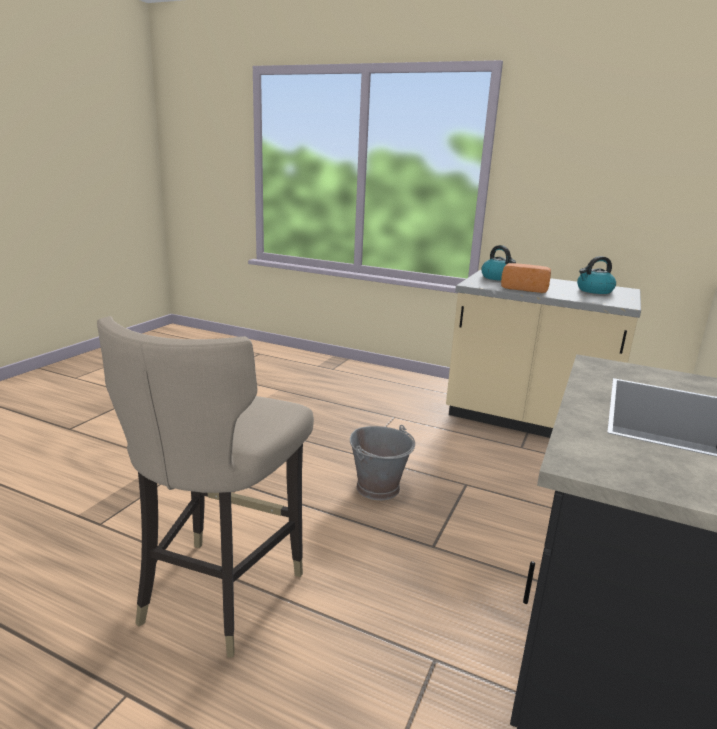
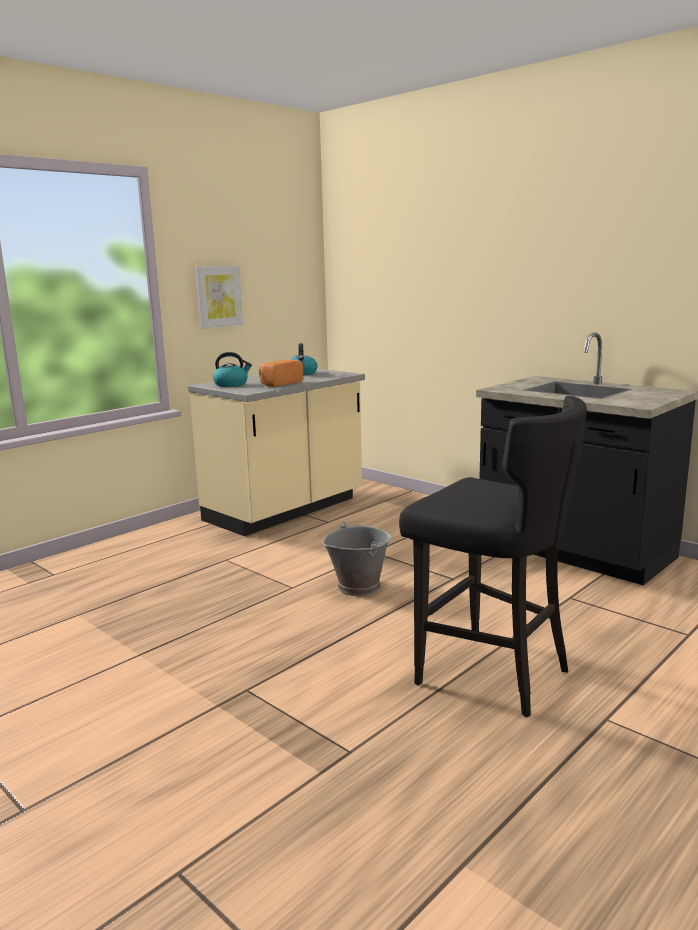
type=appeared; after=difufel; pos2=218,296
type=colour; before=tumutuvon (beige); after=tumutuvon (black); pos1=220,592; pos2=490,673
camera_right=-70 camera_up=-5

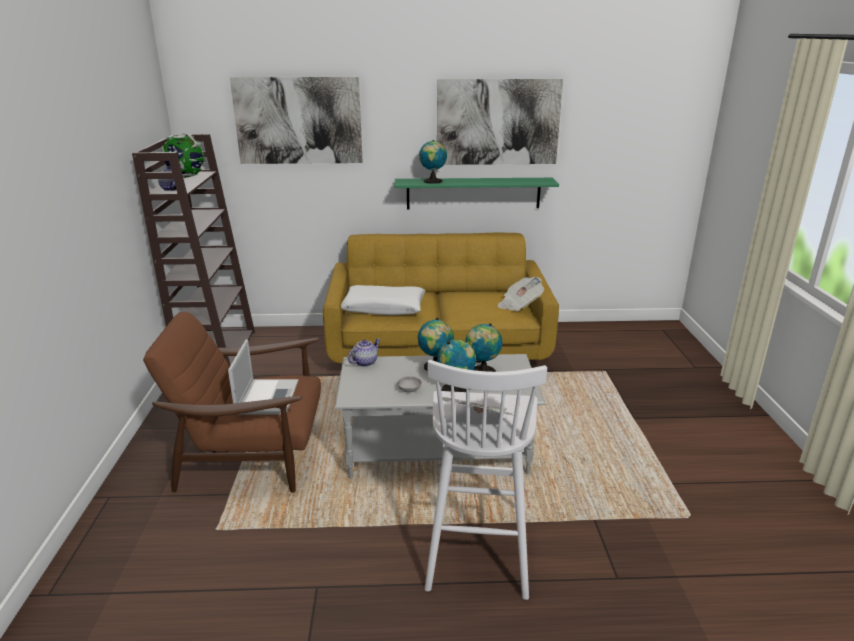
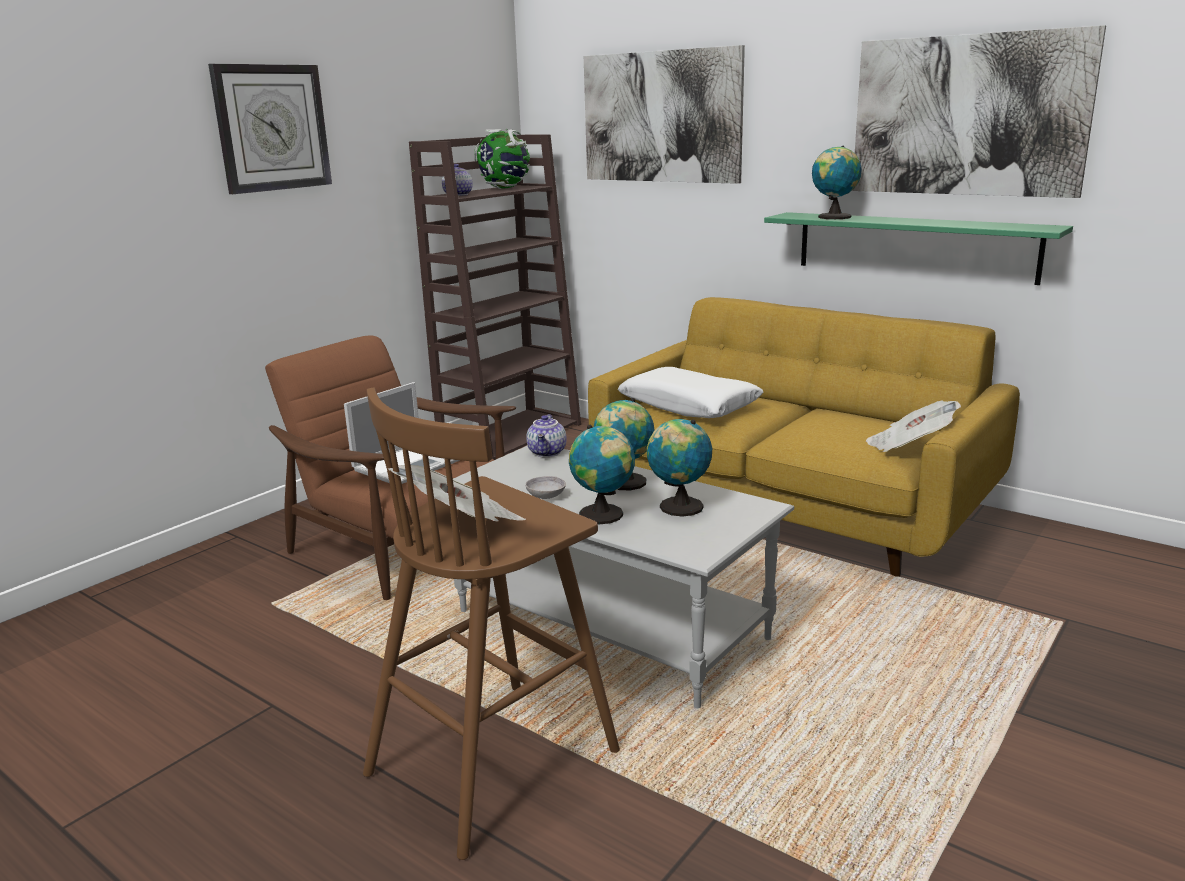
type=appeared; after=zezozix; pos2=272,128
type=colour; before=tumutuvon (white); after=tumutuvon (brown); pos1=478,546; pos2=497,760
type=spun; before=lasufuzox; pos1=364,362; pos2=548,453; turn=105
camera_right=40 camera_up=-5

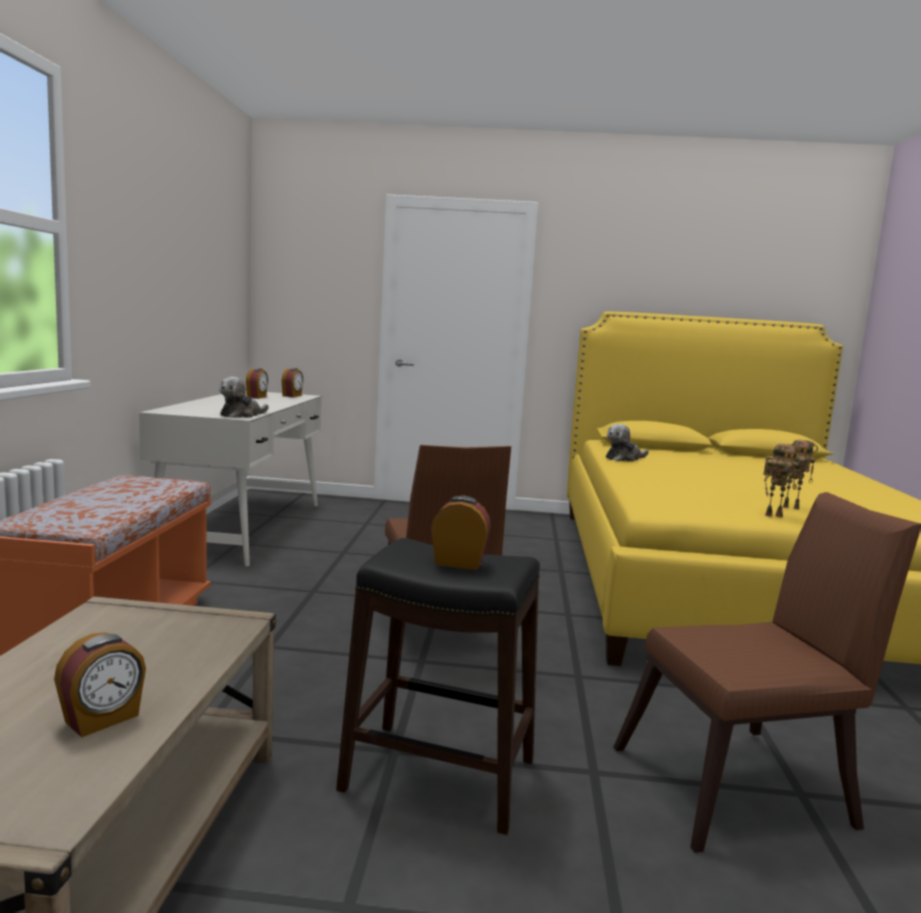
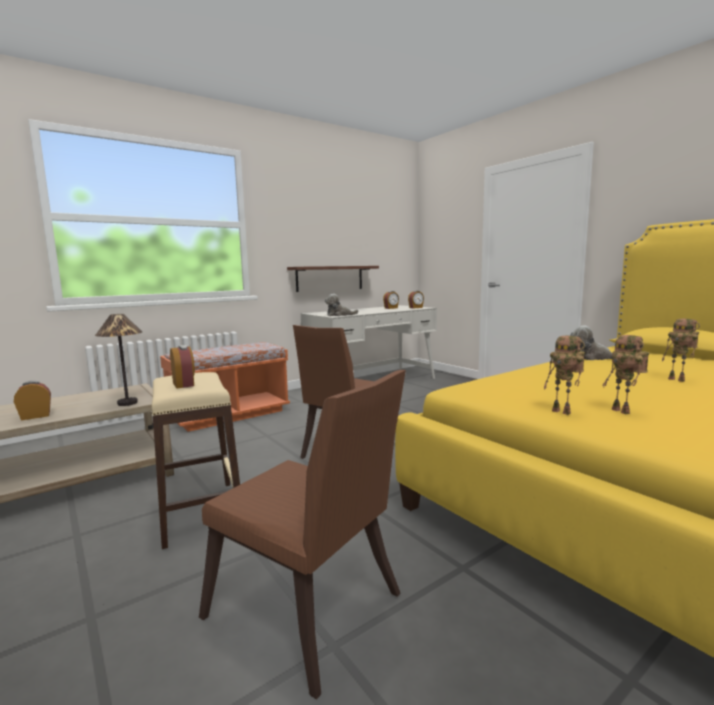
type=spun; before=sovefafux; pos1=103,719; pos2=35,416; turn=150
type=appeared; after=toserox; pos2=127,403
type=colour; before=tumutuvon (black); after=tumutuvon (beige); pos1=439,776; pos2=199,512
type=appeared; after=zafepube; pos2=330,278
type=appeared; after=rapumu; pos2=678,380
camera_right=50 camera_up=0

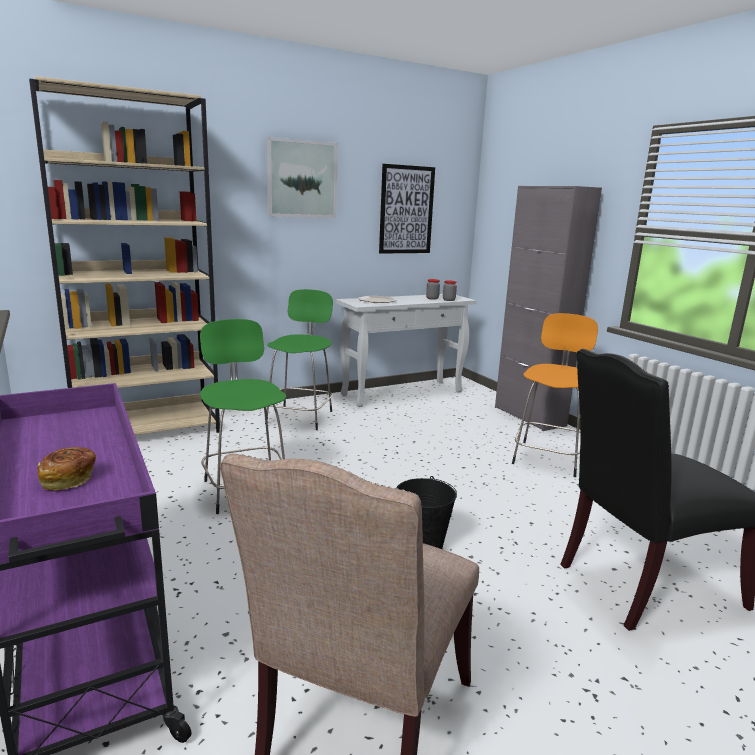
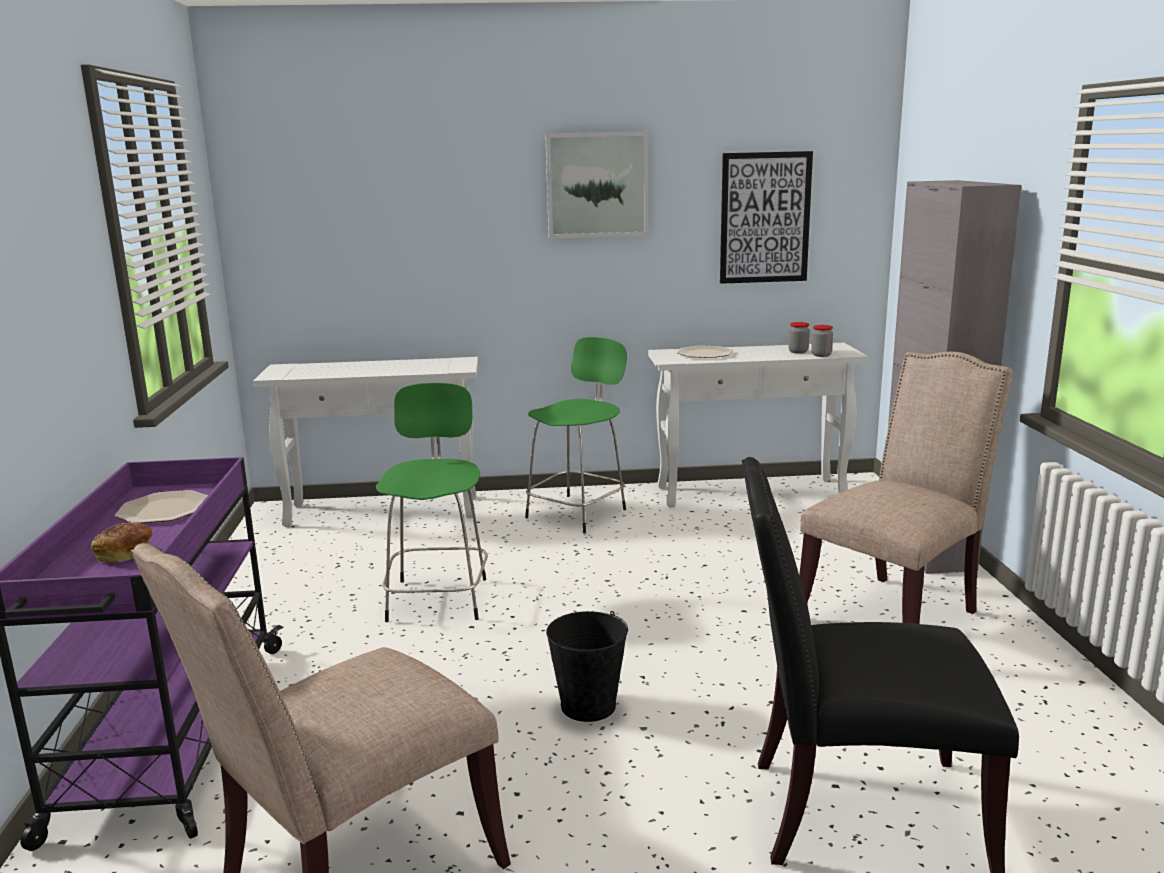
type=appeared; after=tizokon; pos2=165,509
type=exchanged; before=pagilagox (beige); after=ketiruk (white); pos1=147,430; pos2=384,511
type=exchanged; before=tumutuvon (orange); after=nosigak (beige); pos1=548,457; pos2=893,615
camera_right=25 camera_up=0

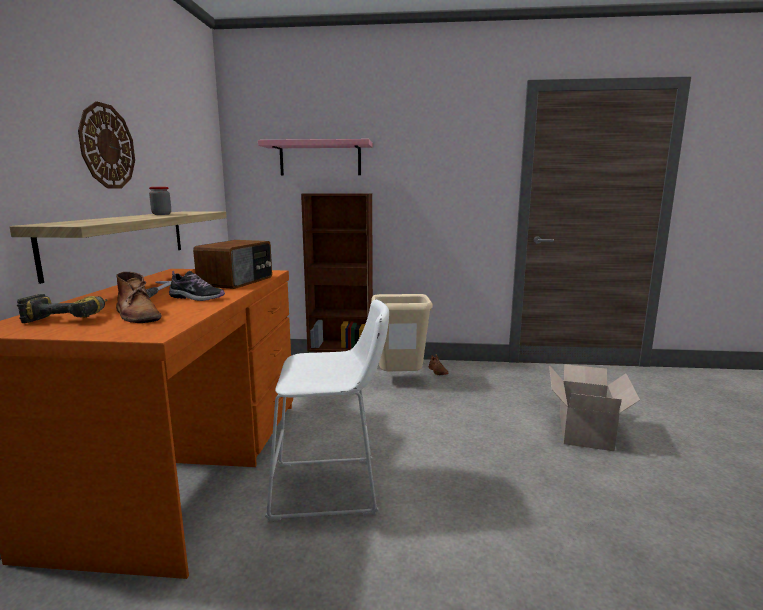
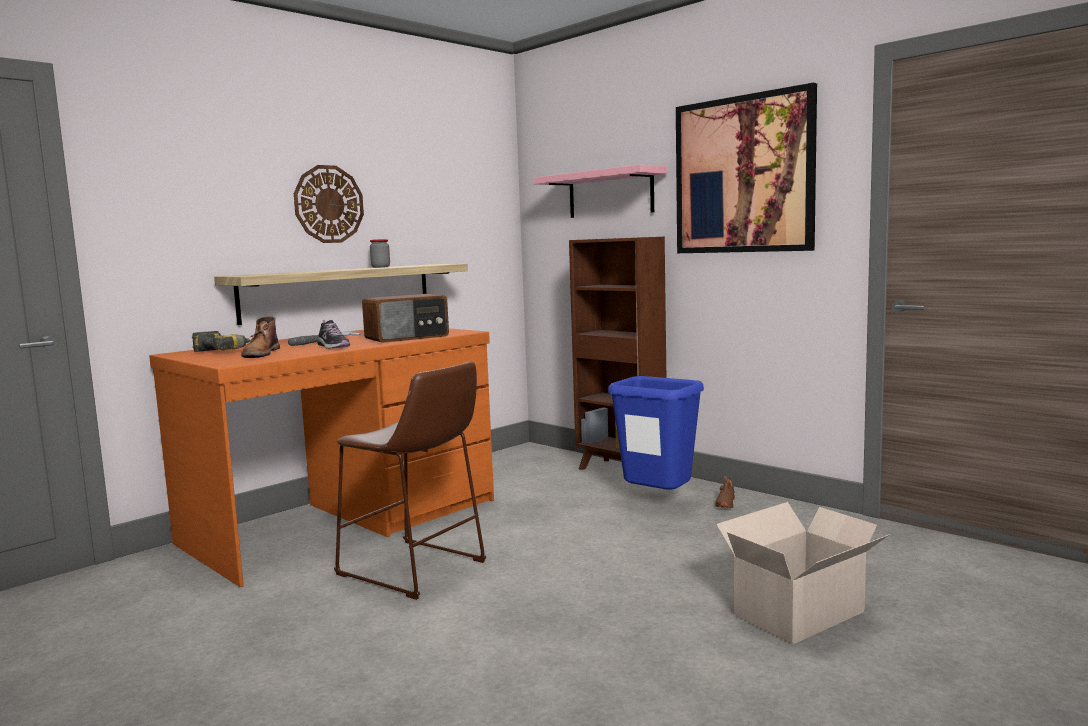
type=colour; before=tumutuvon (white); after=tumutuvon (brown); pos1=331,488; pos2=416,570
type=colour; before=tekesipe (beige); after=tekesipe (blue); pos1=399,380; pos2=656,501
type=appeared; after=difufel; pos2=743,175
camera_right=40 camera_up=-5

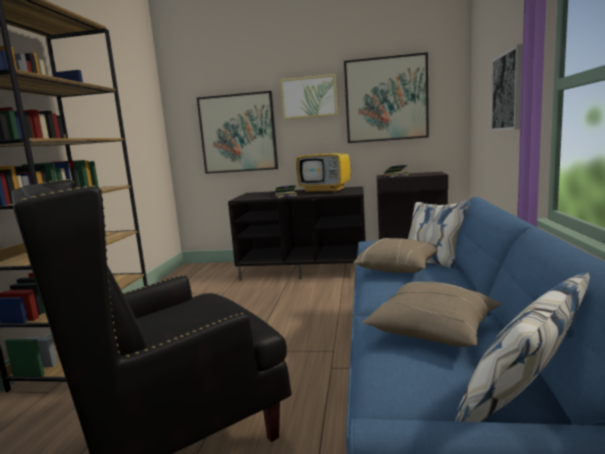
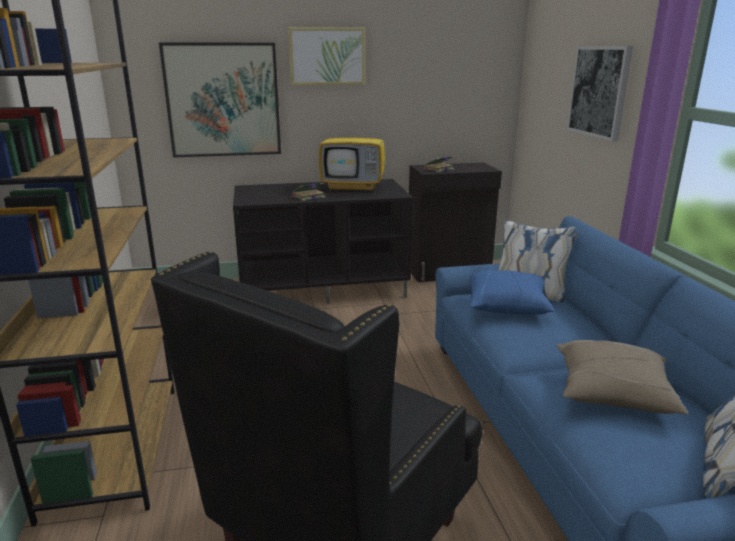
type=colour; before=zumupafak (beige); after=zumupafak (blue); pos1=398,268; pos2=507,306
type=missing; before=difufel; pos1=386,99
camera_right=-20 camera_up=10

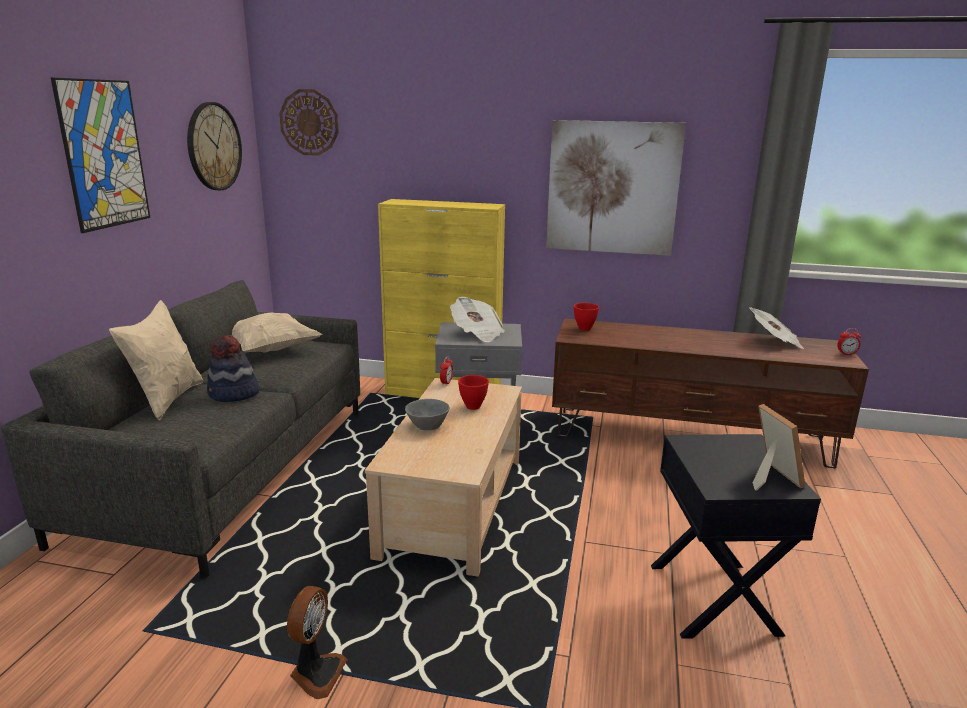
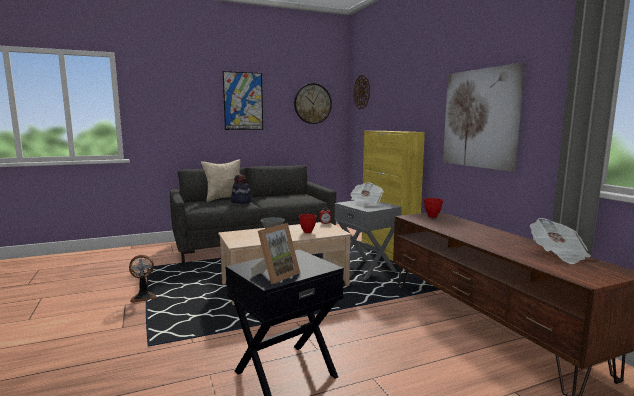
type=missing; before=zumupafak (beige); pos1=270,349
type=missing; before=sovefafux; pos1=846,354
camera_right=55 camera_up=-10

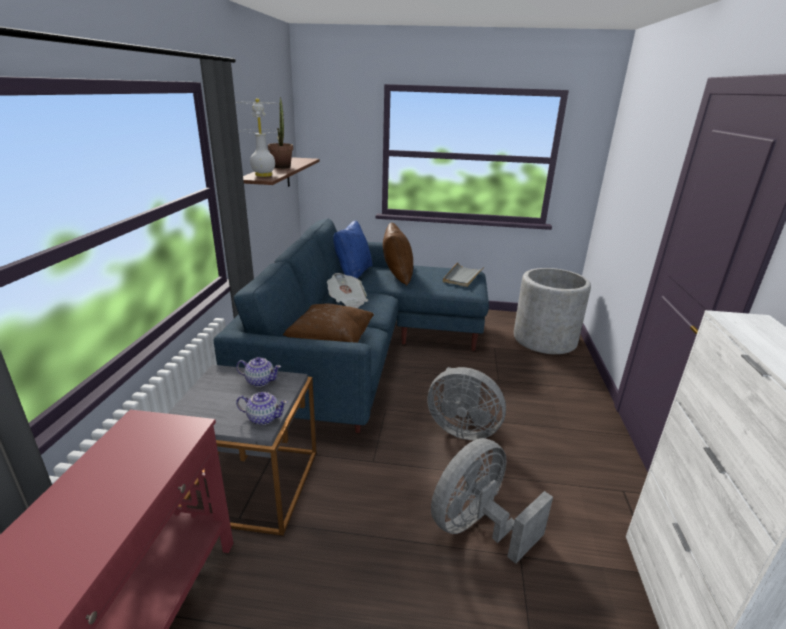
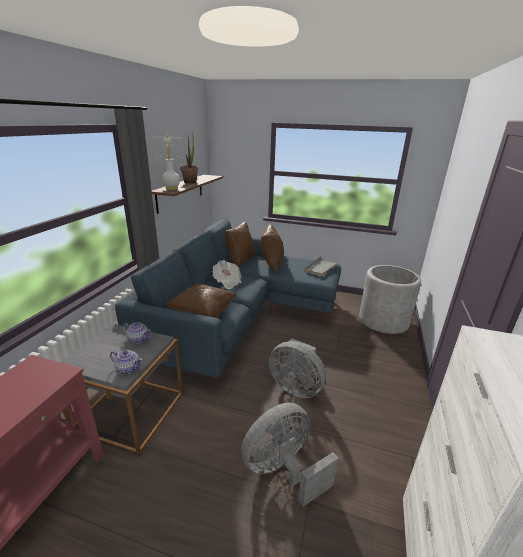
type=colour; before=zumupafak (blue); after=zumupafak (brown); pos1=353,273; pos2=240,260
camera_right=10 camera_up=0

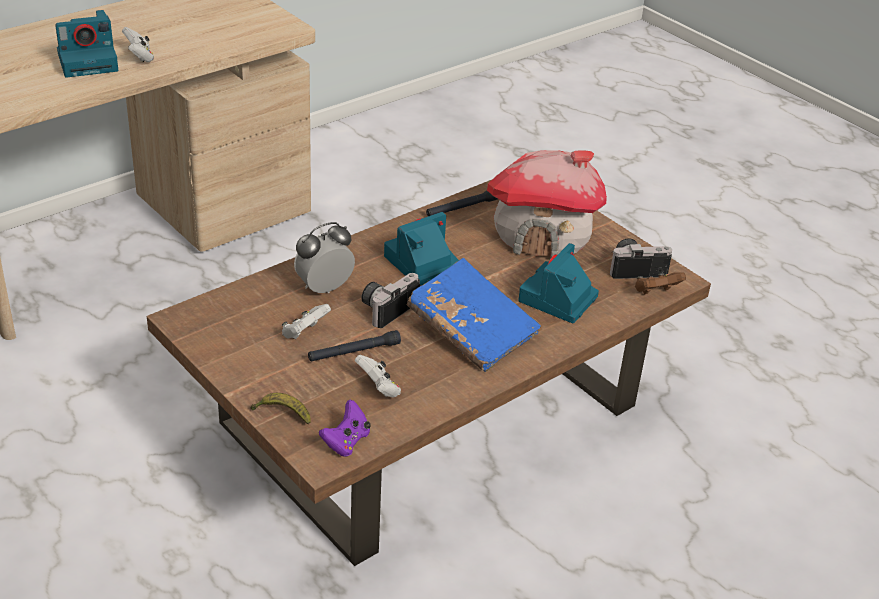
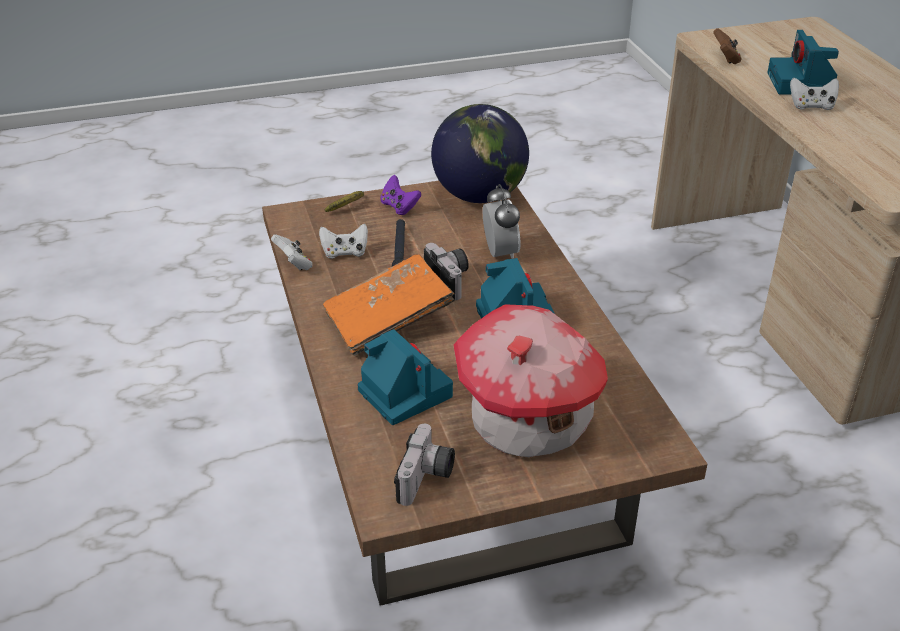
type=relocated; before=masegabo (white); pos1=304,333; pos2=294,264
type=colour; before=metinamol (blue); after=metinamol (orange); pos1=472,330; pos2=388,320
type=relocated; before=masegabo (purple); pos1=346,442; pos2=399,207
type=appeared; after=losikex; pos2=479,196
type=relocated; before=masegabo (brown); pos1=655,293; pos2=725,59
type=missing; before=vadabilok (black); pos1=461,208
camera_right=115 camera_up=0

